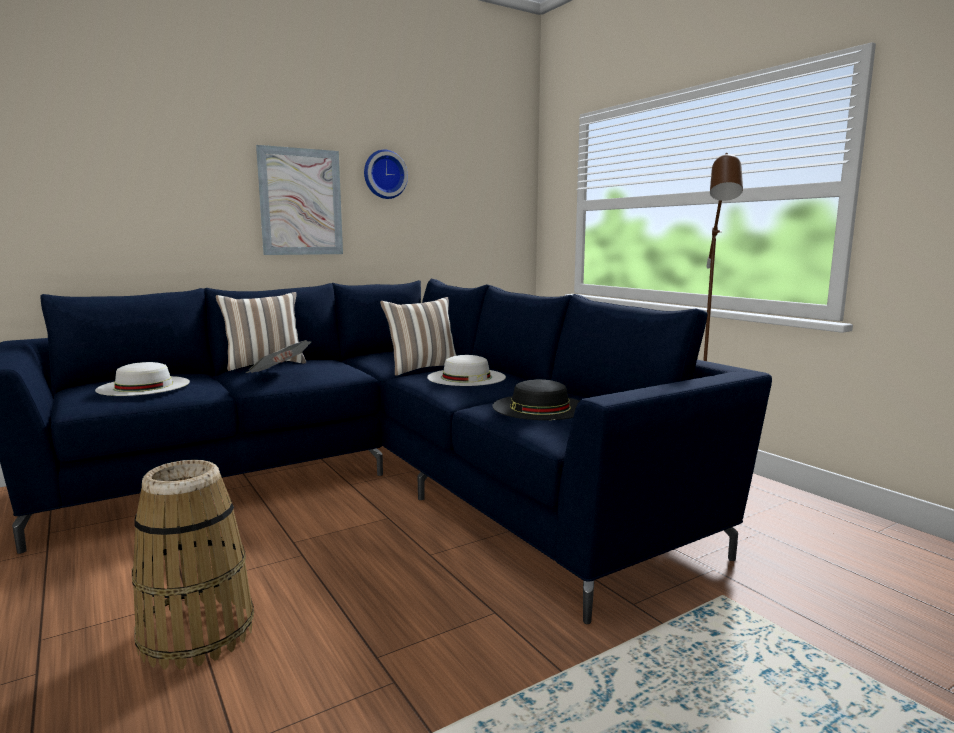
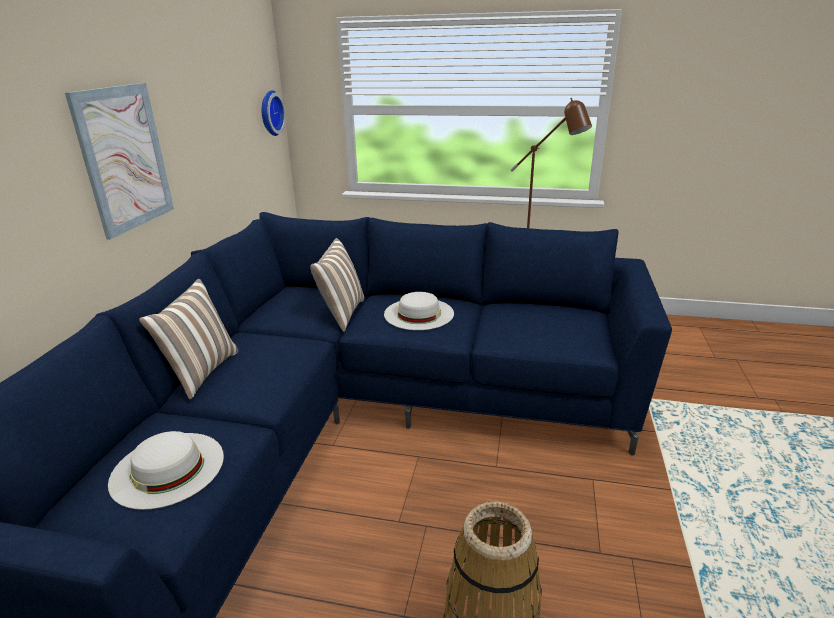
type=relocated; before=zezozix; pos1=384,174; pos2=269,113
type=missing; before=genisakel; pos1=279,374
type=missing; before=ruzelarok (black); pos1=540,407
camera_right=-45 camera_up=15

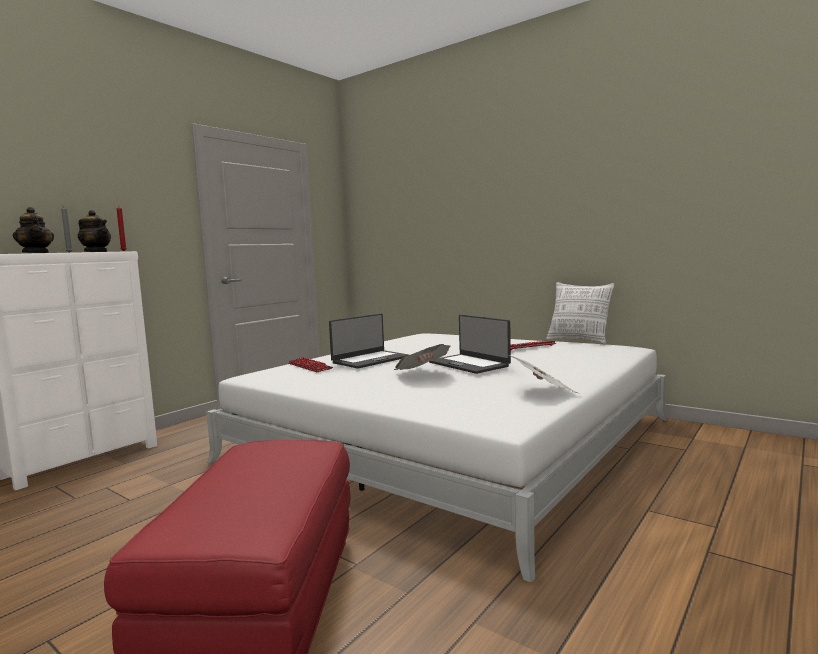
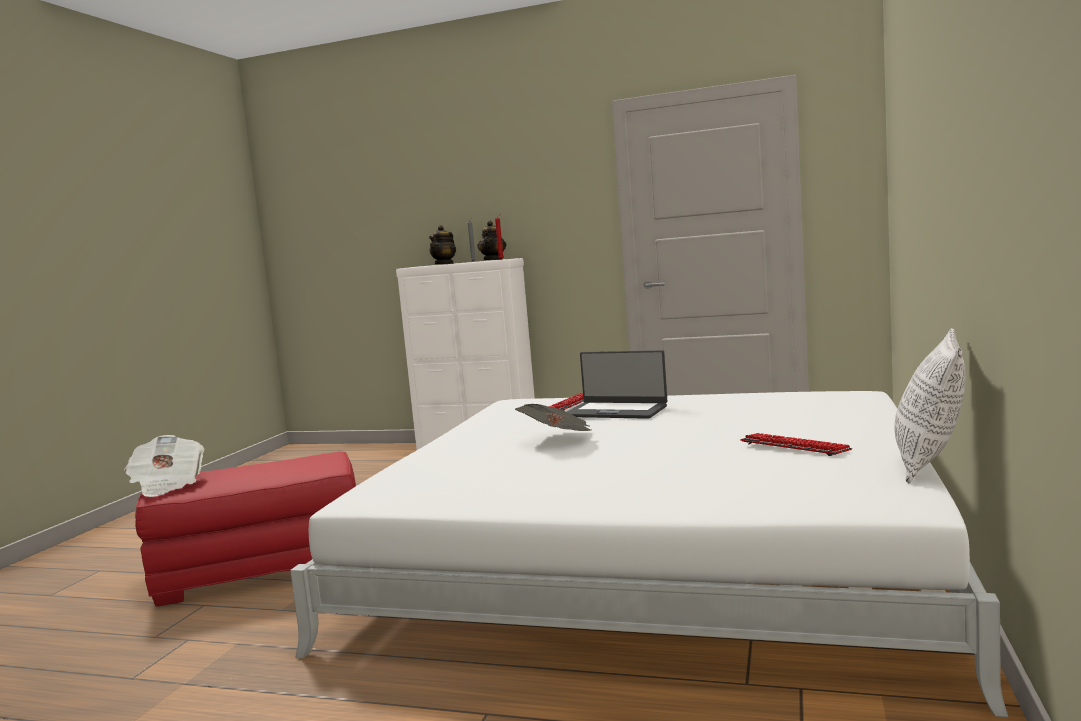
type=relocated; before=genisakel; pos1=543,392; pos2=167,485
type=missing; before=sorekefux; pos1=469,364
camera_right=70 camera_up=0

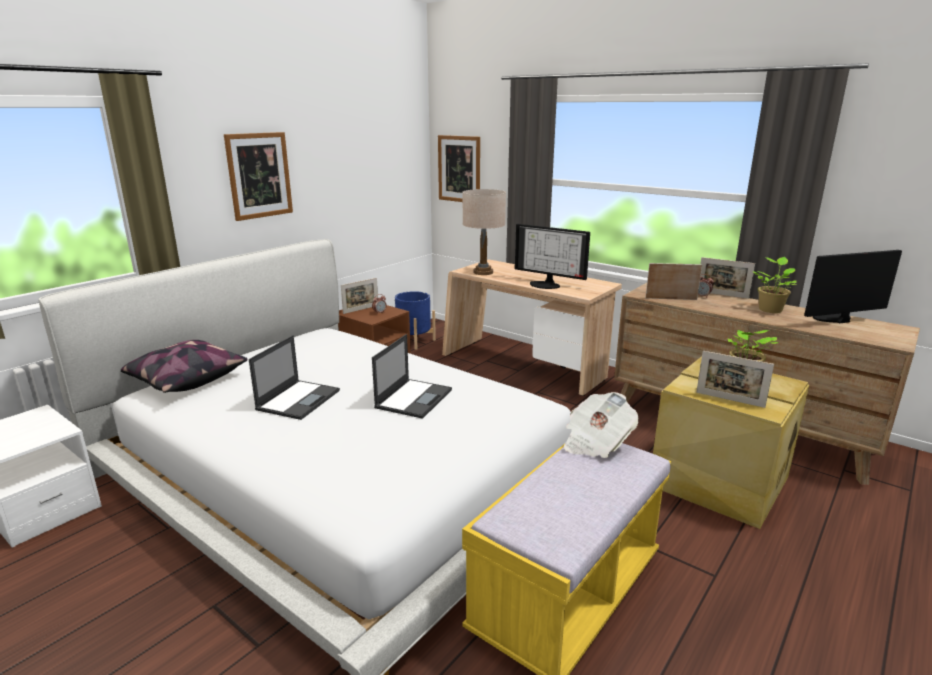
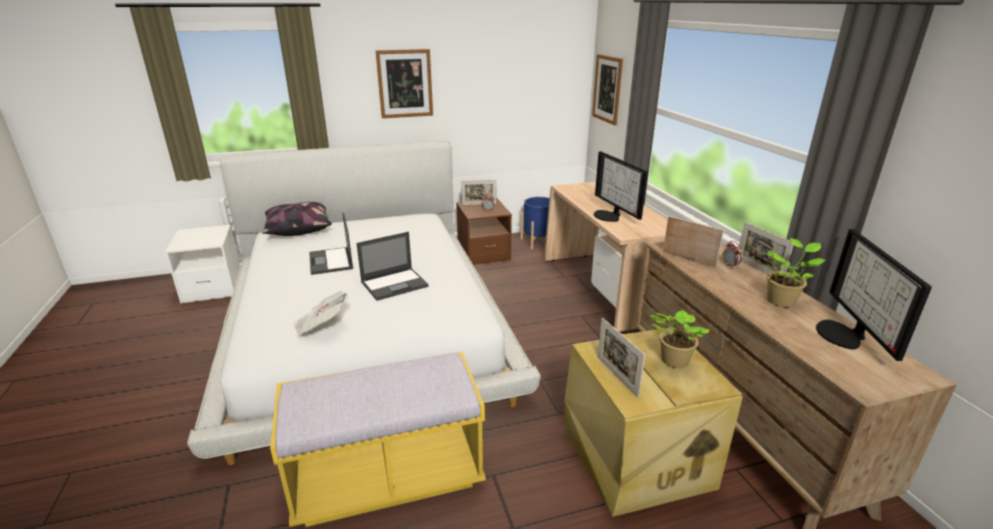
type=relocated; before=genisakel; pos1=596,442; pos2=321,326
type=spun; before=sorekefux; pos1=299,399; pos2=331,261; turn=105
type=spun; before=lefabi; pos1=834,319; pos2=844,335; turn=-105
type=missing; before=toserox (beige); pos1=483,272
camera_right=35 camera_up=5

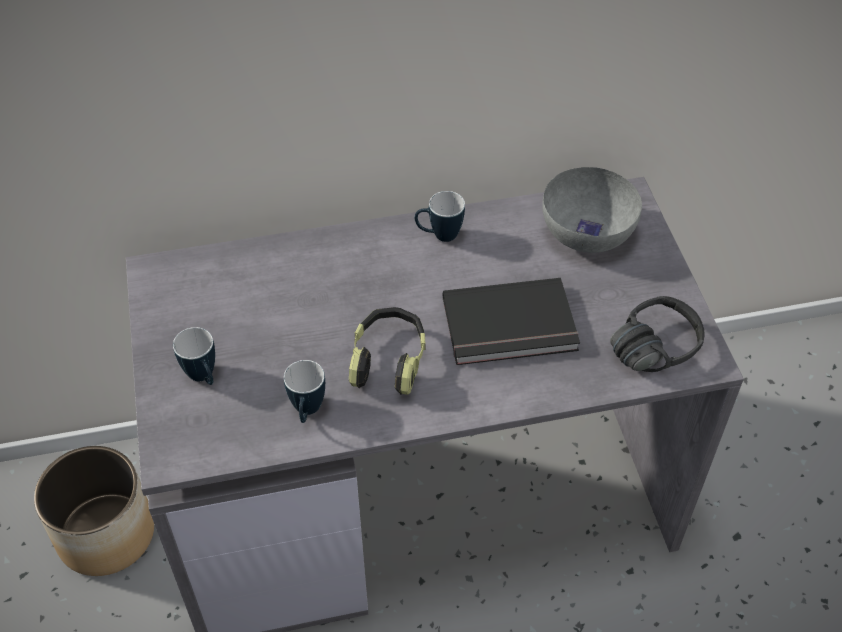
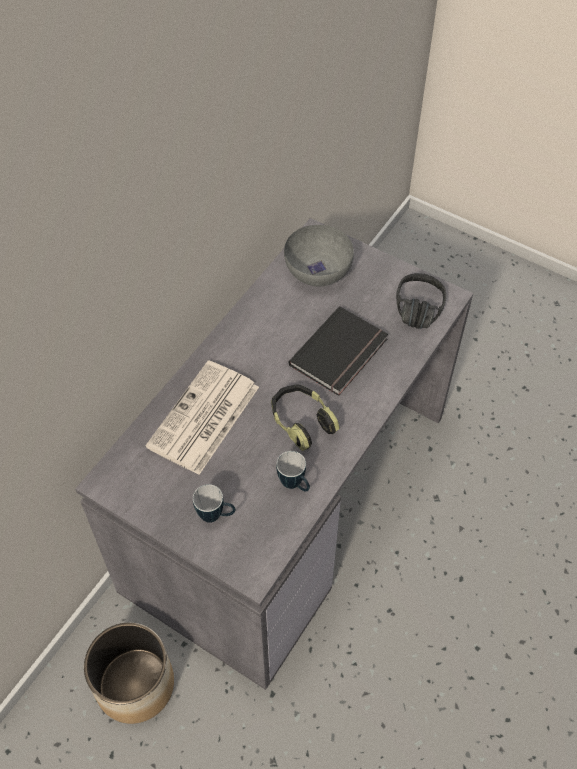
type=appeared; after=genisakel; pos2=203,419
type=missing; before=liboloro; pos1=439,235
camera_right=-45 camera_up=5

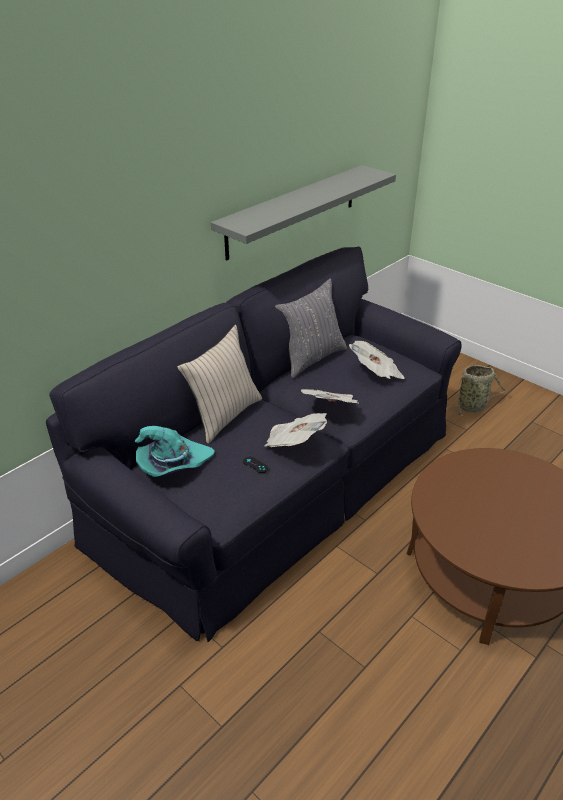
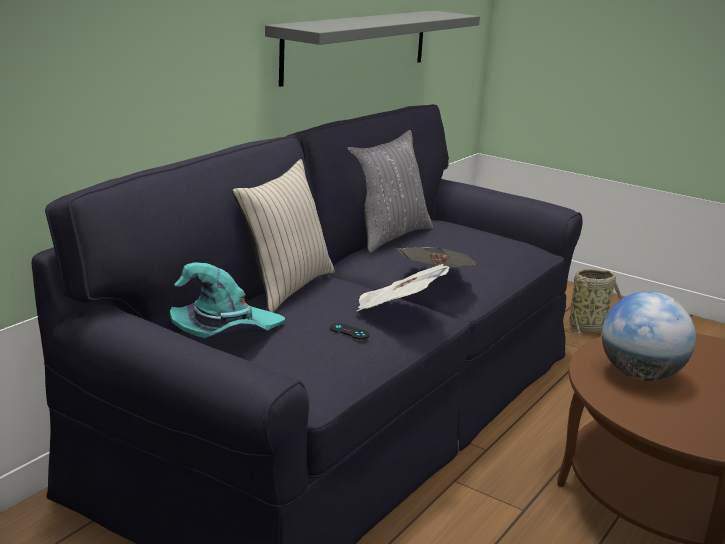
type=appeared; after=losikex; pos2=640,375
type=missing; before=genisakel; pos1=376,373
camera_right=-10 camera_up=-15

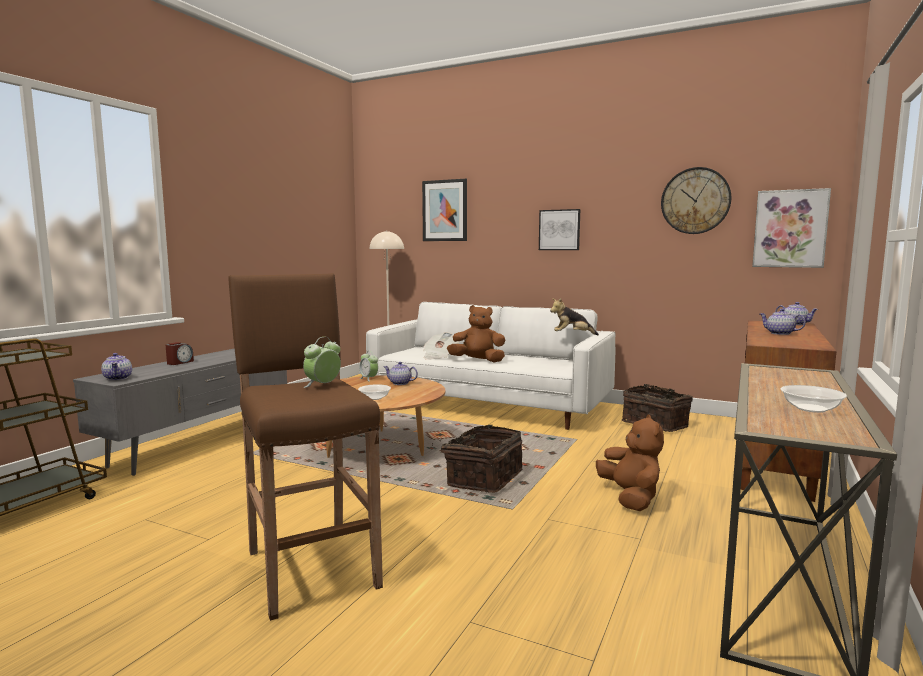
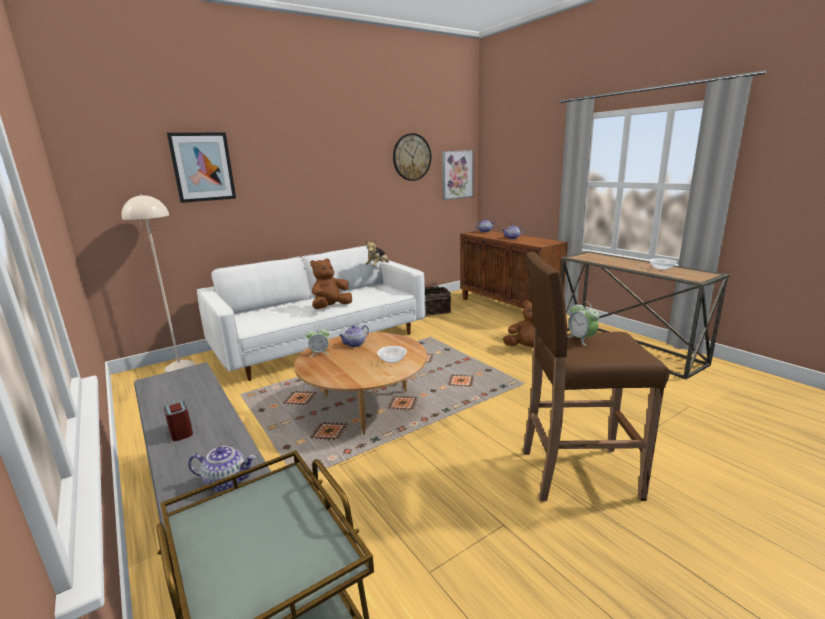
type=missing; before=genisakel; pos1=439,356
type=missing; before=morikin; pos1=482,478
type=missing; before=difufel; pos1=559,230
camera_right=-60 camera_up=10

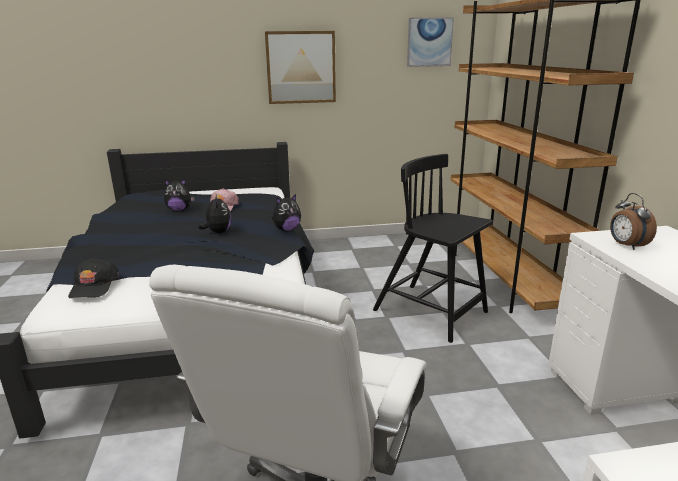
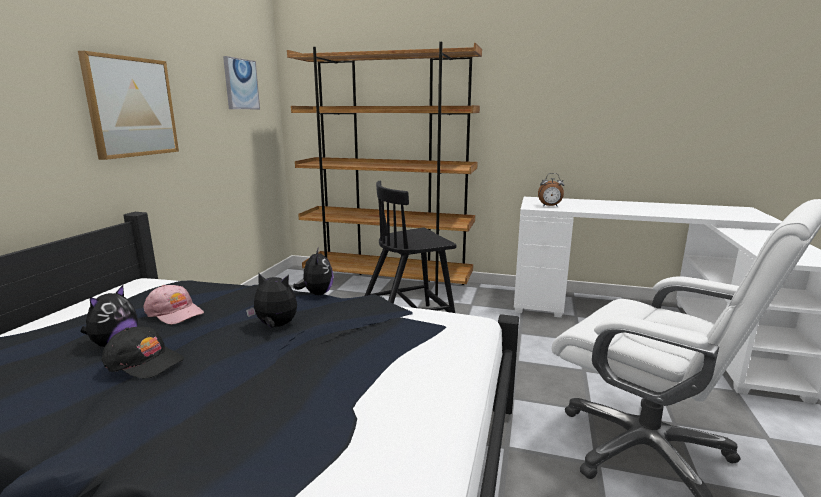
type=relocated; before=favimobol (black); pos1=94,286; pos2=144,361
camera_right=-65 camera_up=-5

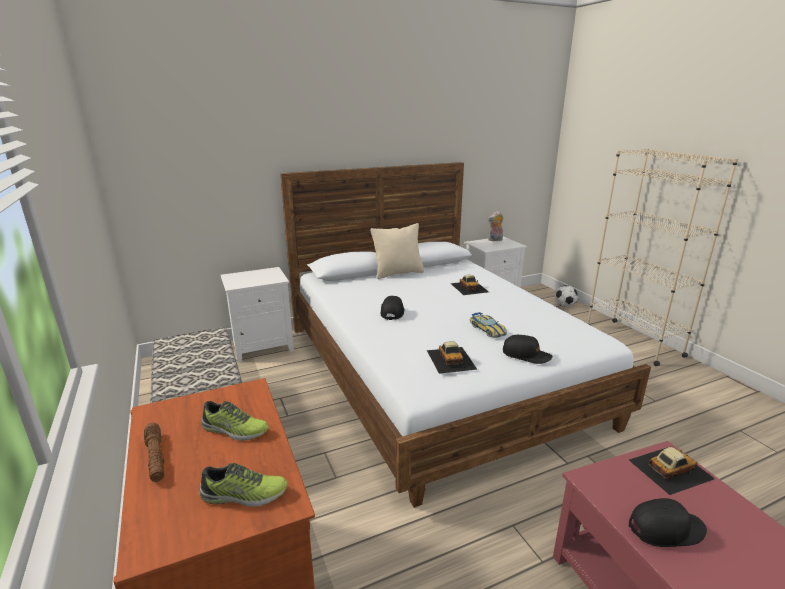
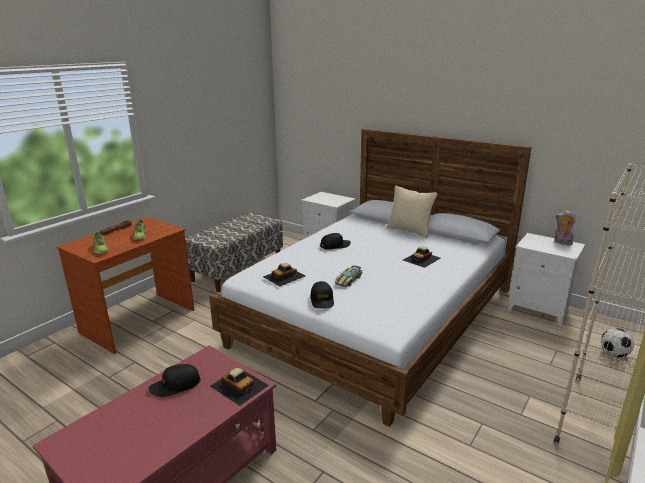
type=spun; before=favimobol (black); pos1=665,529; pos2=175,385; turn=105
camera_right=60 camera_up=0

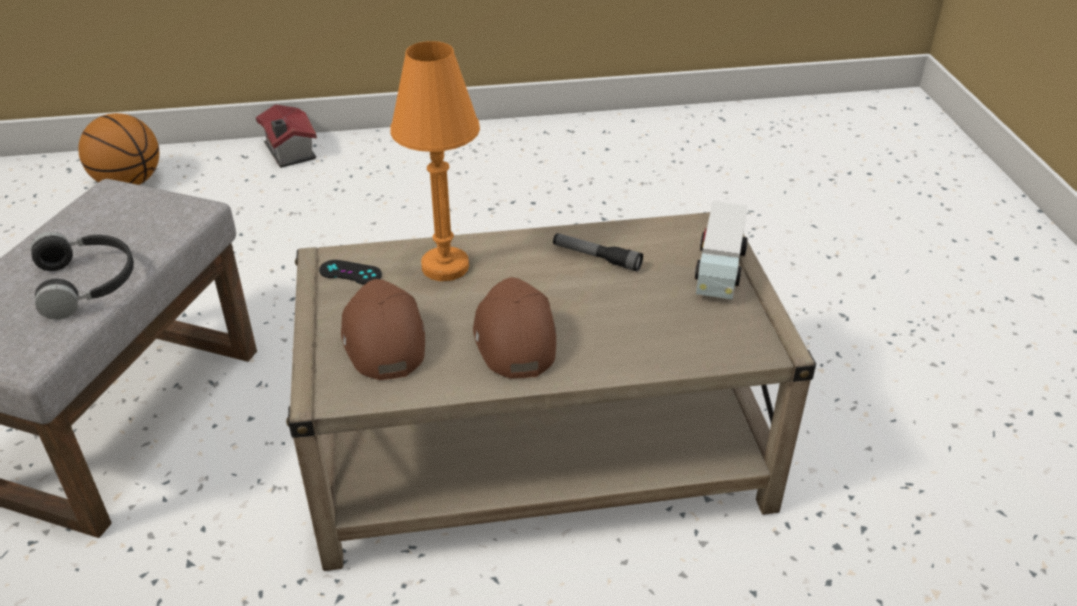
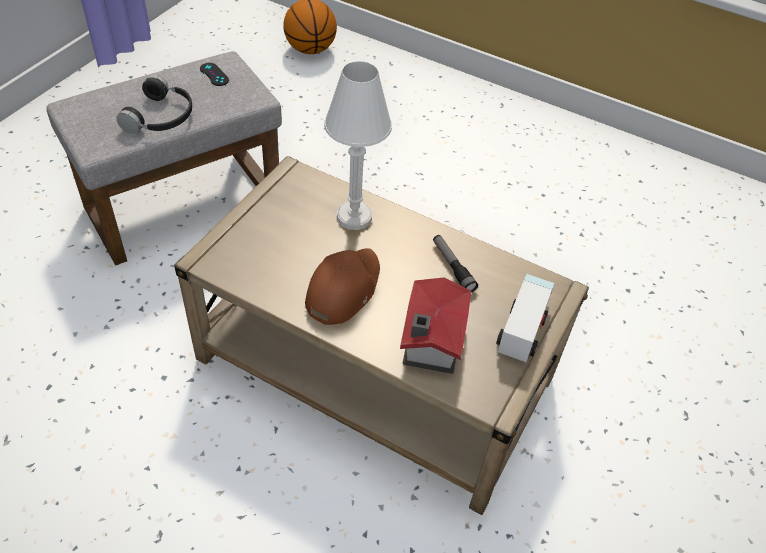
type=relocated; before=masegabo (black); pos1=350,272; pos2=214,74
type=colour; before=toserox (orange); after=toserox (white); pos1=445,266; pos2=354,217
type=relocated; before=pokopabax; pos1=288,152; pos2=430,342
type=spun; before=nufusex; pos1=719,271; pos2=523,327; turn=150
type=missing; before=favimobol (brown); pos1=382,338
camera_right=35 camera_up=10

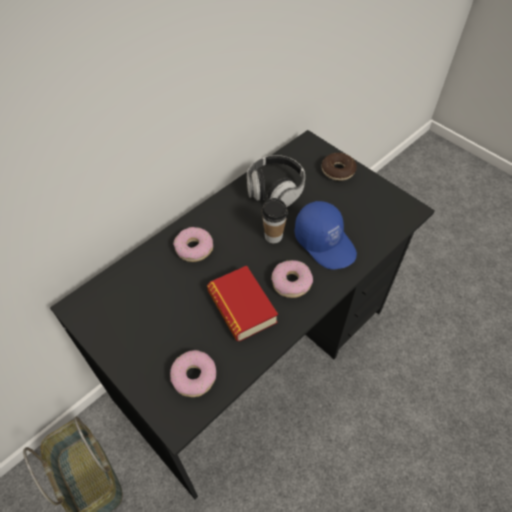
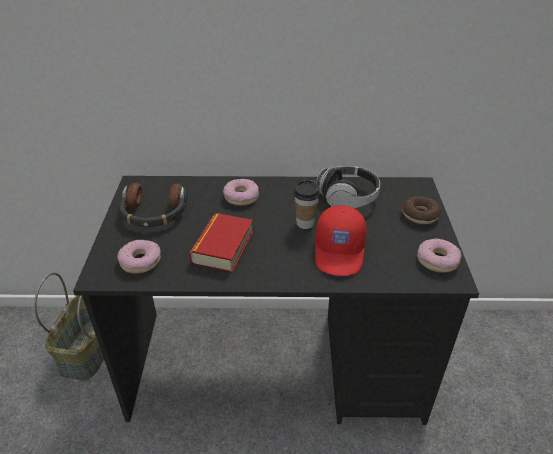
type=appeared; after=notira; pos2=153,213
type=colour; before=favimobol (blue); after=favimobol (red); pos1=325,242; pos2=340,251
type=relocated; before=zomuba; pos1=291,282; pos2=437,260
camera_right=45 camera_up=-15

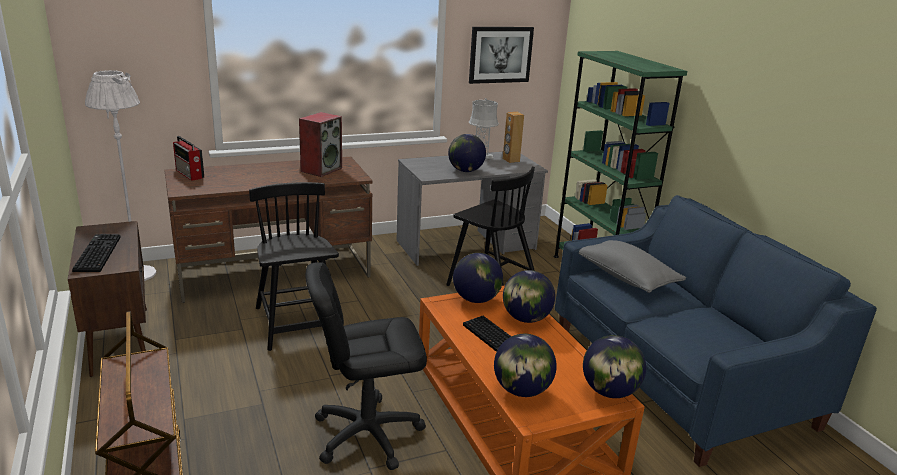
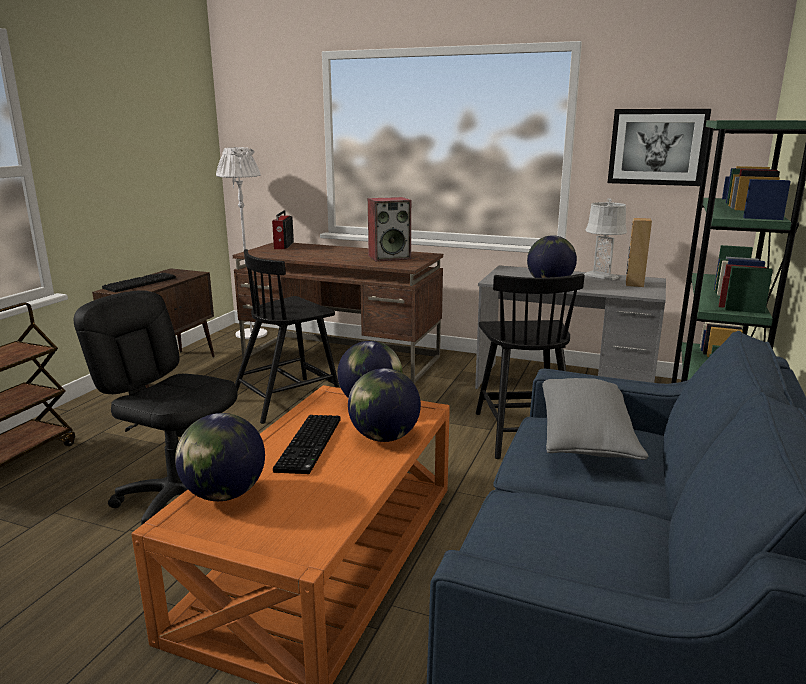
type=spun; before=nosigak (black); pos1=296,324; pos2=287,399; turn=-150
type=missing; before=losikex; pos1=609,392
camera_right=45 camera_up=-5

